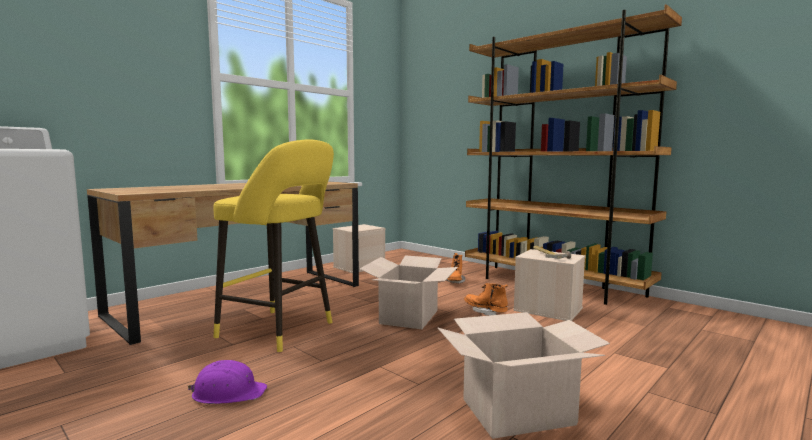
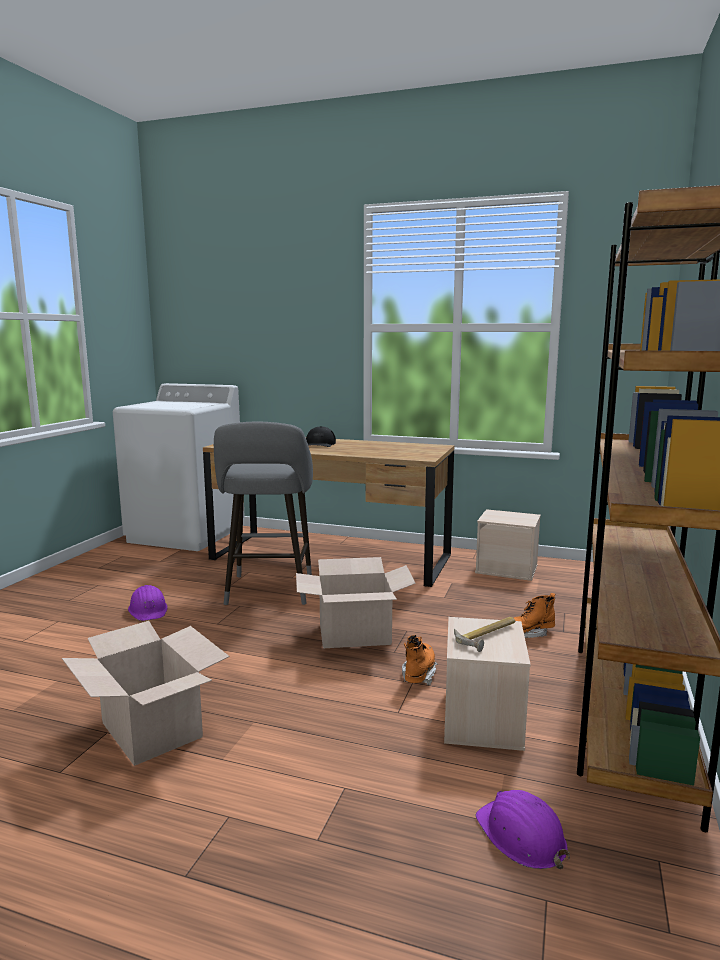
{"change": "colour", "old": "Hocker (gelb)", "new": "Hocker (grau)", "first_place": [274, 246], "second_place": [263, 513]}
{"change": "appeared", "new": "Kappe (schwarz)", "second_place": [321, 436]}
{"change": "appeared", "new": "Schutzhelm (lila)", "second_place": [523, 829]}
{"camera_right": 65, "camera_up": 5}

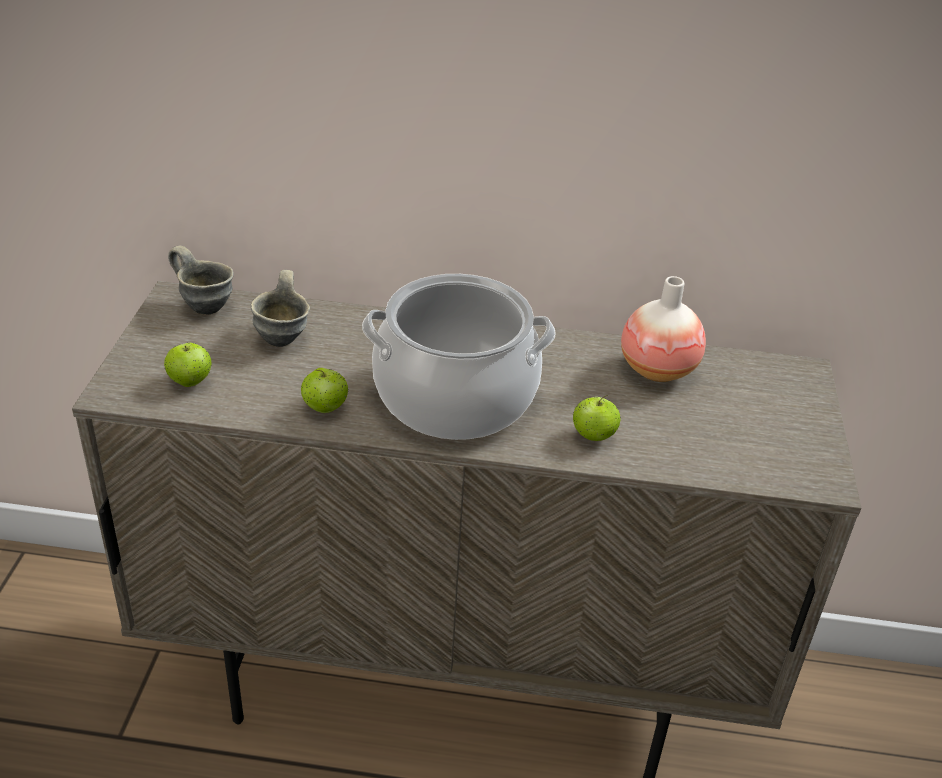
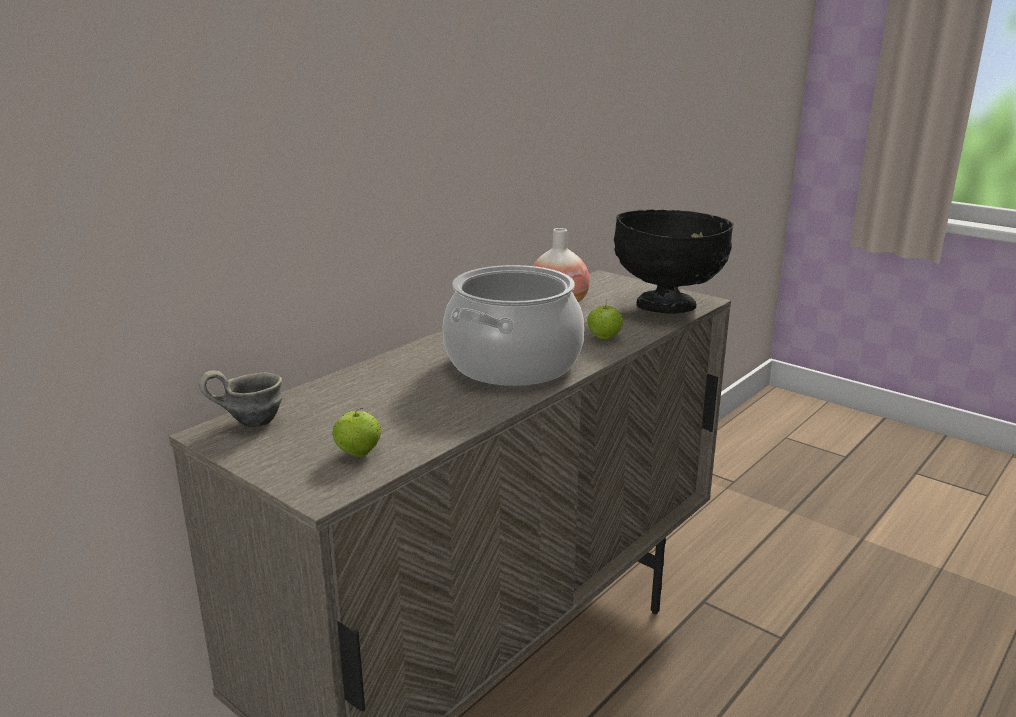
{"change": "missing", "old": "Henkelbecher (grau)", "first_place": [280, 308]}
{"change": "missing", "old": "Apfel", "first_place": [325, 390]}
{"change": "appeared", "new": "Schüssel (schwarz)", "second_place": [674, 262]}
{"camera_right": -55, "camera_up": -15}

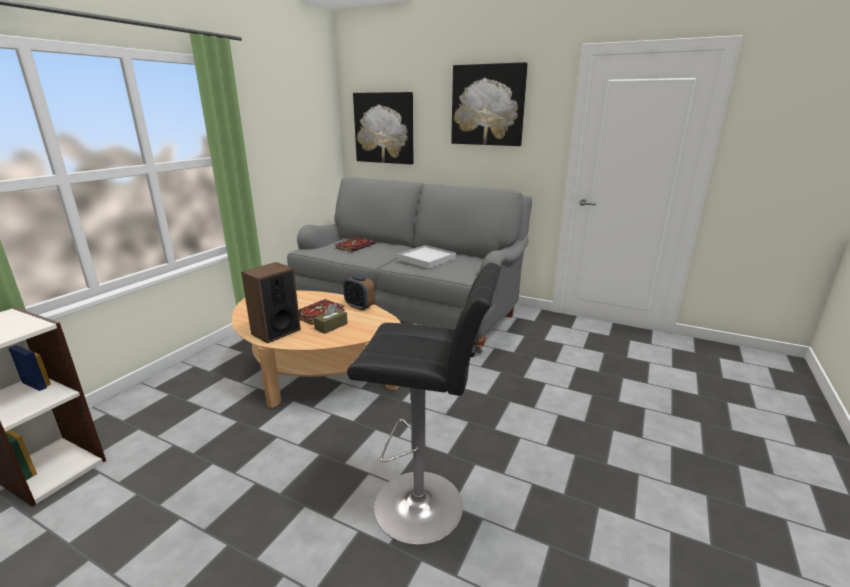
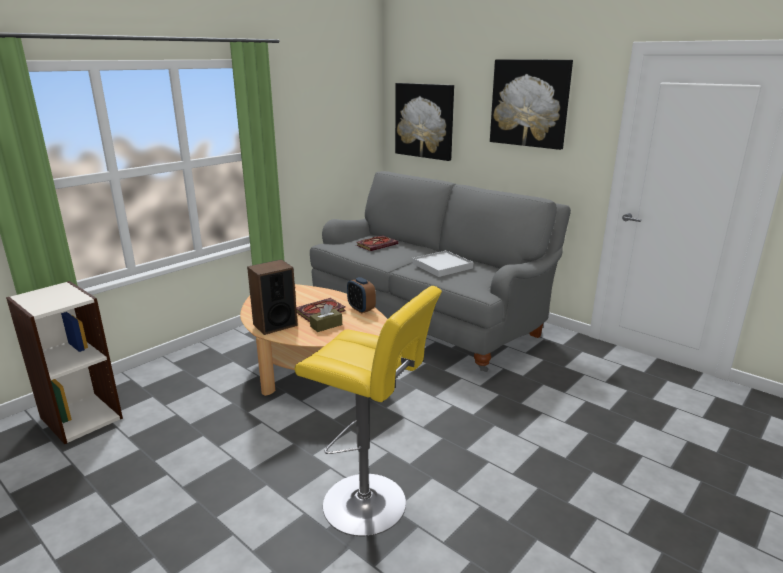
{"change": "colour", "old": "Hocker (schwarz)", "new": "Hocker (gelb)", "first_place": [424, 404], "second_place": [368, 411]}
{"camera_right": 15, "camera_up": 0}

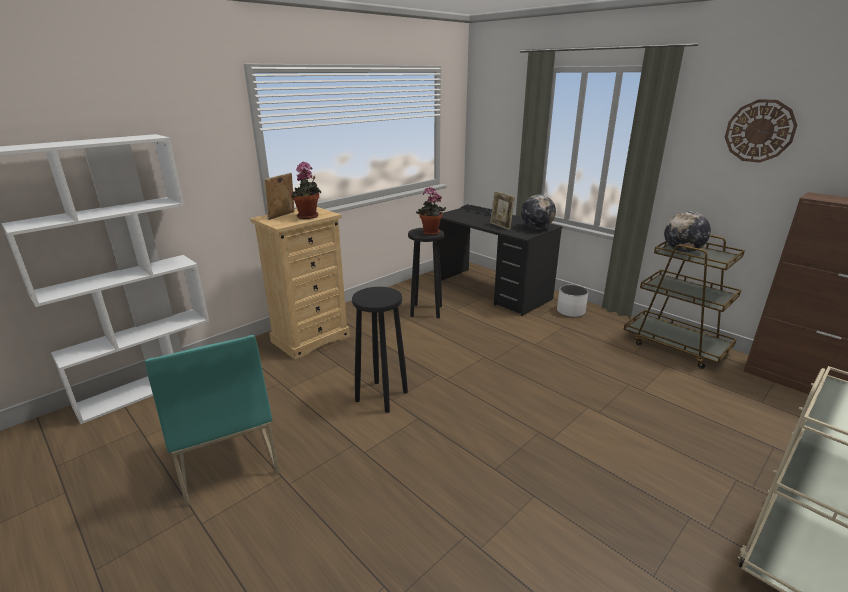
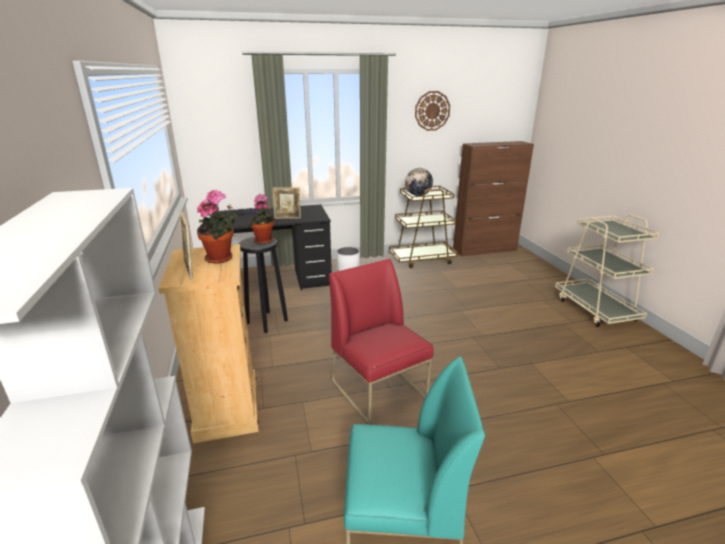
{"change": "missing", "old": "Globus", "first_place": [538, 212]}
{"change": "exchanged", "old": "Hocker (schwarz)", "new": "Stuhl (rot)", "first_place": [380, 350], "second_place": [381, 342]}
{"camera_right": -60, "camera_up": 0}

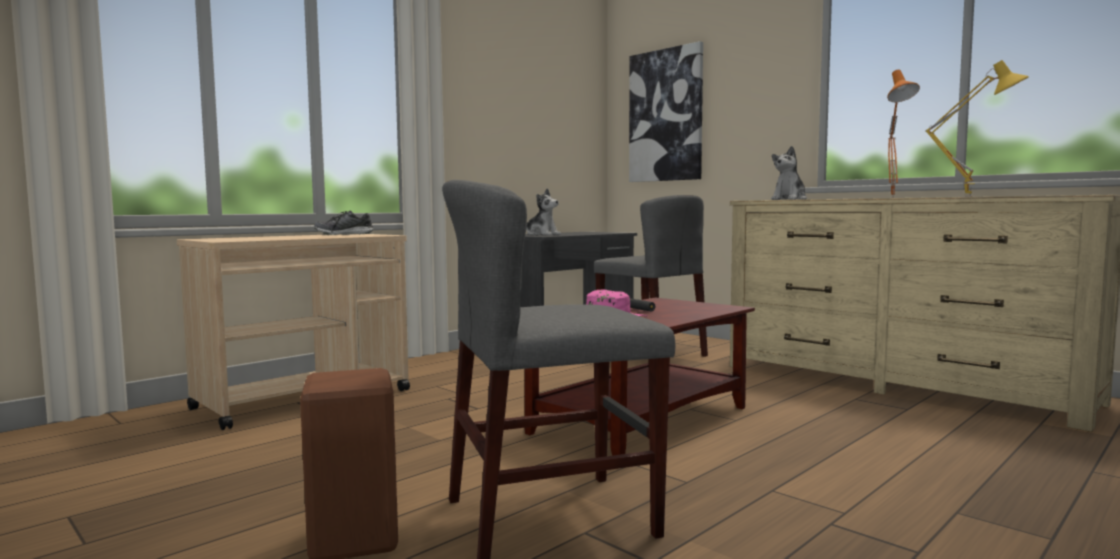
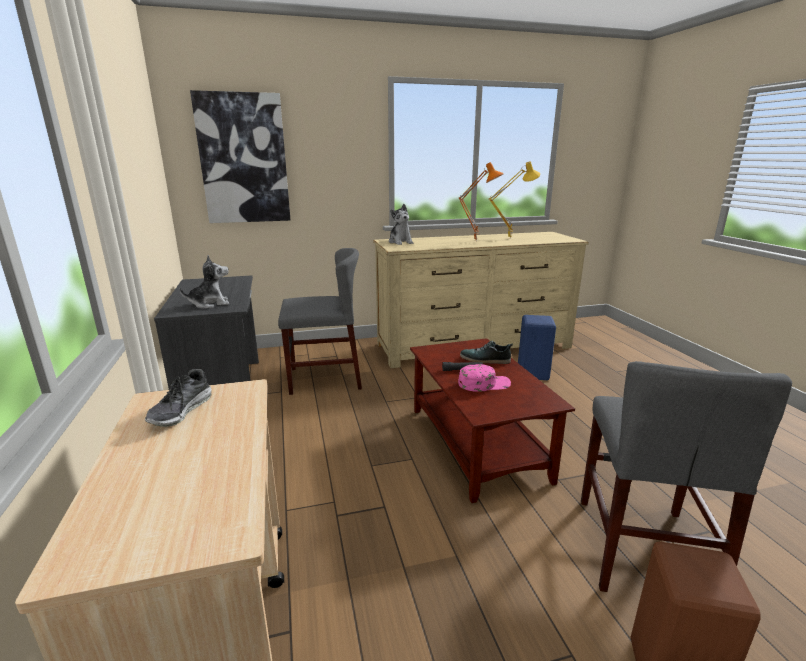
{"change": "appeared", "new": "Hocker (blau)", "second_place": [537, 347]}
{"change": "appeared", "new": "Schuh", "second_place": [486, 352]}
{"camera_right": -60, "camera_up": 15}

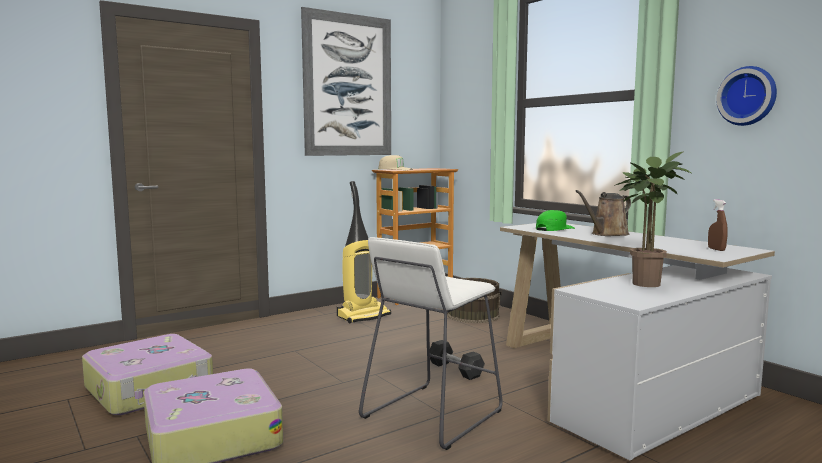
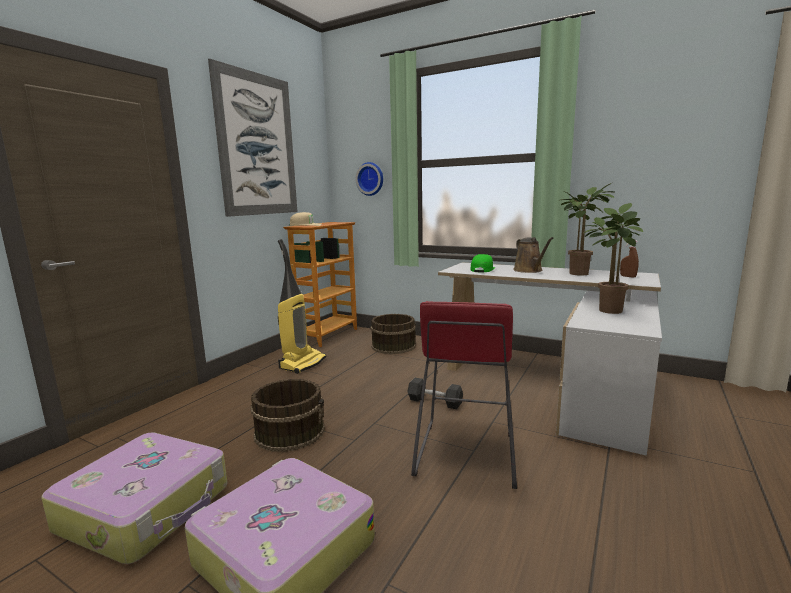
{"change": "relocated", "old": "Wanduhr", "first_place": [746, 96], "second_place": [369, 179]}
{"change": "spun", "old": "Gießkanne (braun)", "first_place": [603, 213], "second_place": [533, 255], "degrees": -45}
{"change": "colour", "old": "Hocker (weiß)", "new": "Hocker (rot)", "first_place": [431, 343], "second_place": [464, 395]}
{"change": "appeared", "new": "Topfpflanze", "second_place": [586, 229]}
{"change": "appeared", "new": "Eimer (braun)", "second_place": [287, 415]}
{"camera_right": -25, "camera_up": 5}

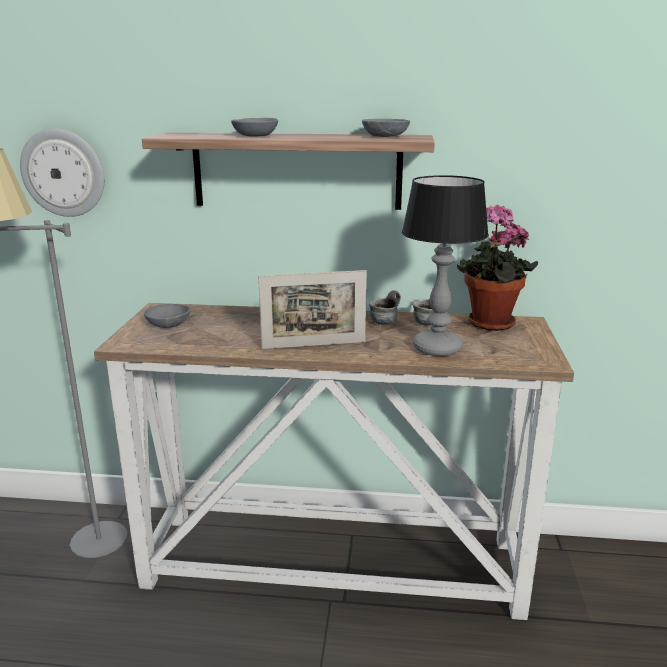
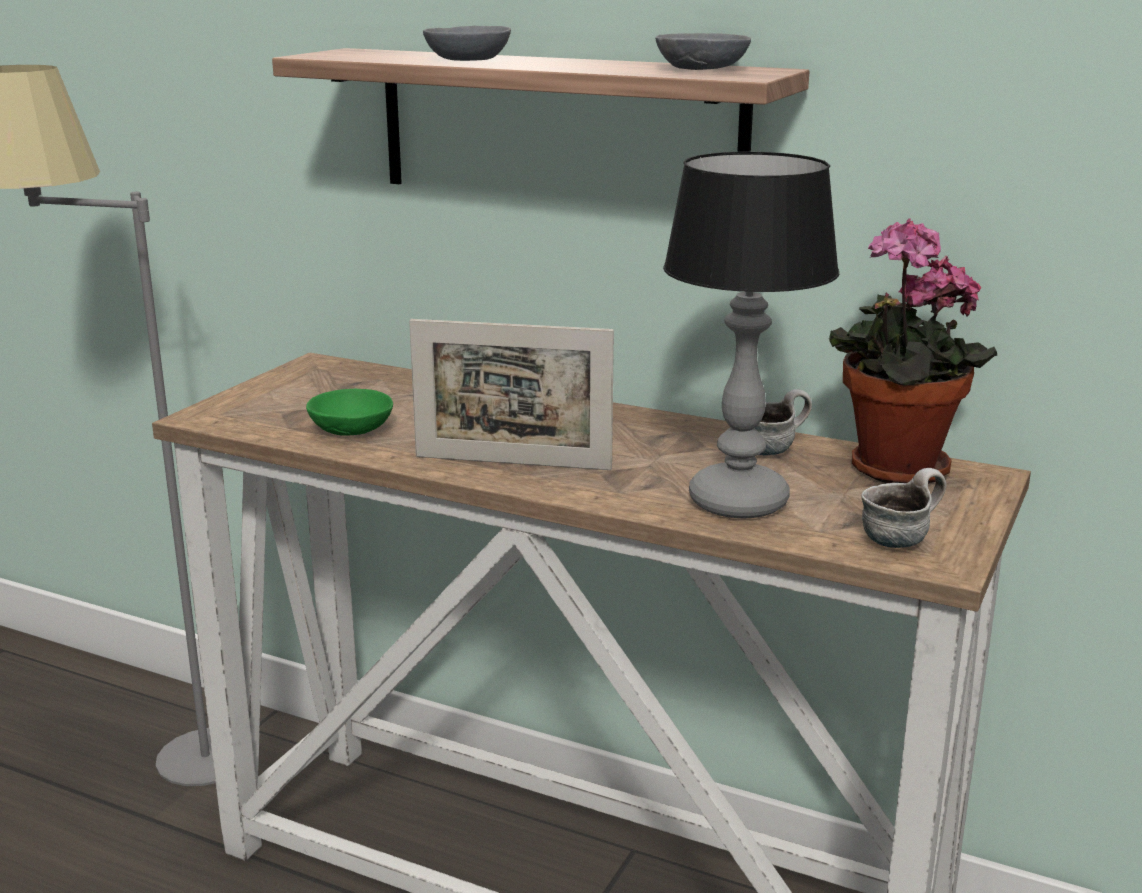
{"change": "missing", "old": "Wanduhr", "first_place": [62, 172]}
{"change": "relocated", "old": "Henkelbecher", "first_place": [385, 307], "second_place": [903, 508]}
{"change": "missing", "old": "Schüssel (grau)", "first_place": [167, 316]}
{"change": "appeared", "new": "Schüssel (grün)", "second_place": [349, 412]}
{"camera_right": 20, "camera_up": 0}

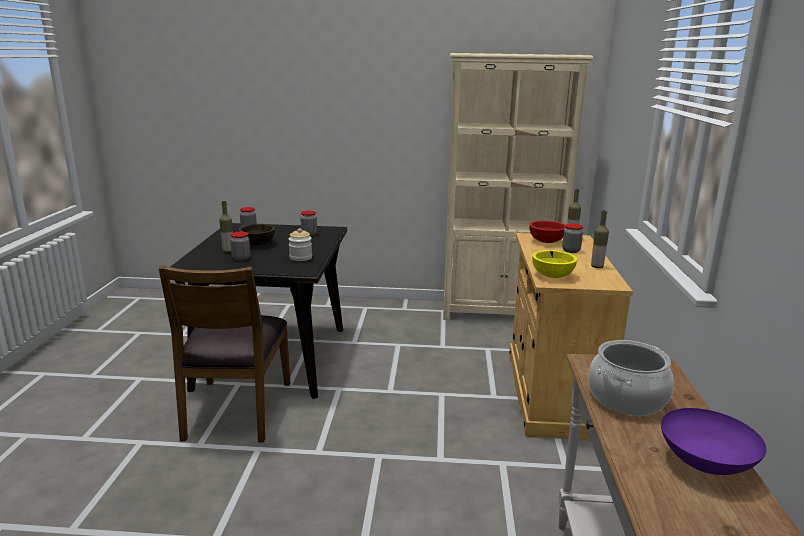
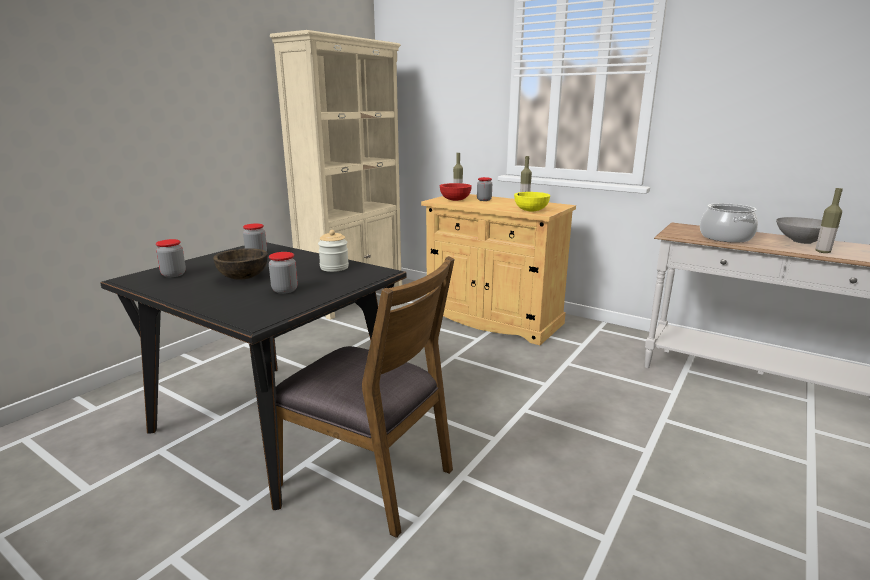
{"change": "relocated", "old": "Flasche", "first_place": [226, 226], "second_place": [829, 220]}
{"change": "colour", "old": "Schüssel (lila)", "new": "Schüssel (grau)", "first_place": [714, 441], "second_place": [807, 230]}
{"camera_right": -60, "camera_up": 0}

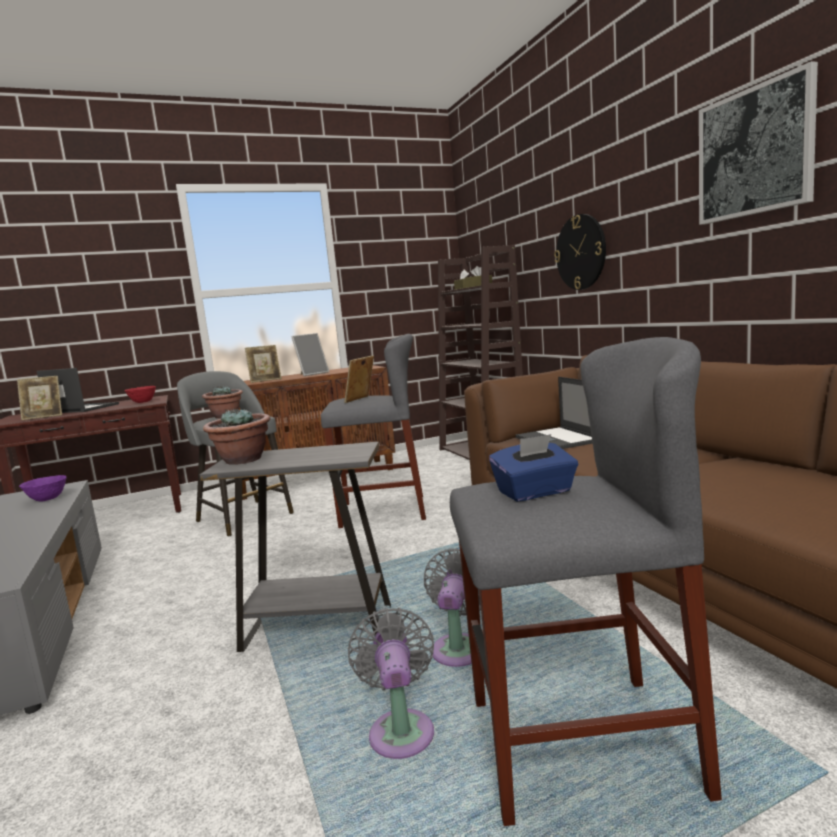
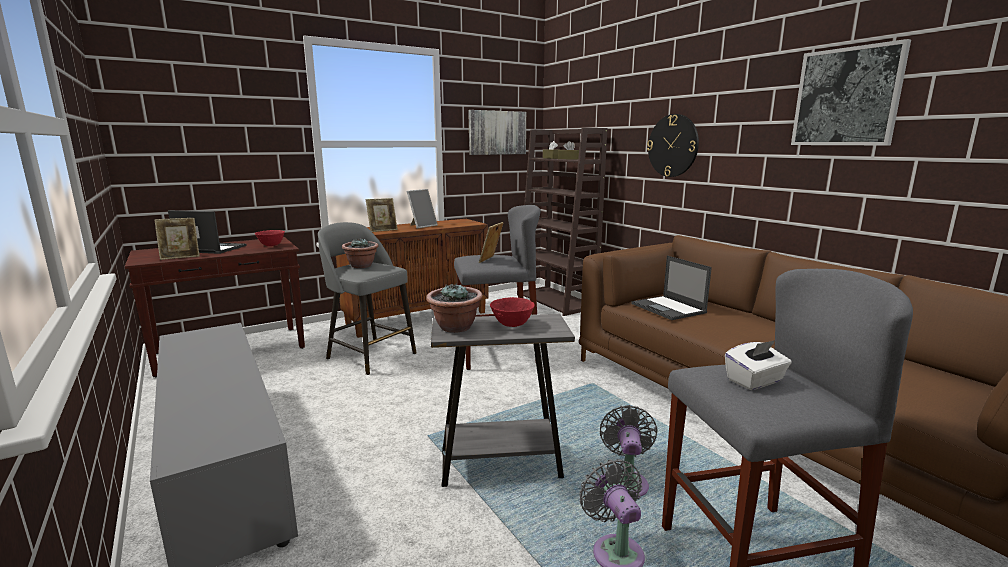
{"change": "colour", "old": "Taschentuchbox (blau)", "new": "Taschentuchbox (weiß)", "first_place": [533, 468], "second_place": [758, 365]}
{"change": "missing", "old": "Schüssel (lila)", "first_place": [42, 488]}
{"change": "appeared", "new": "Bild", "second_place": [497, 132]}
{"change": "appeared", "new": "Schüssel (rot)", "second_place": [512, 312]}
{"camera_right": -10, "camera_up": 5}

